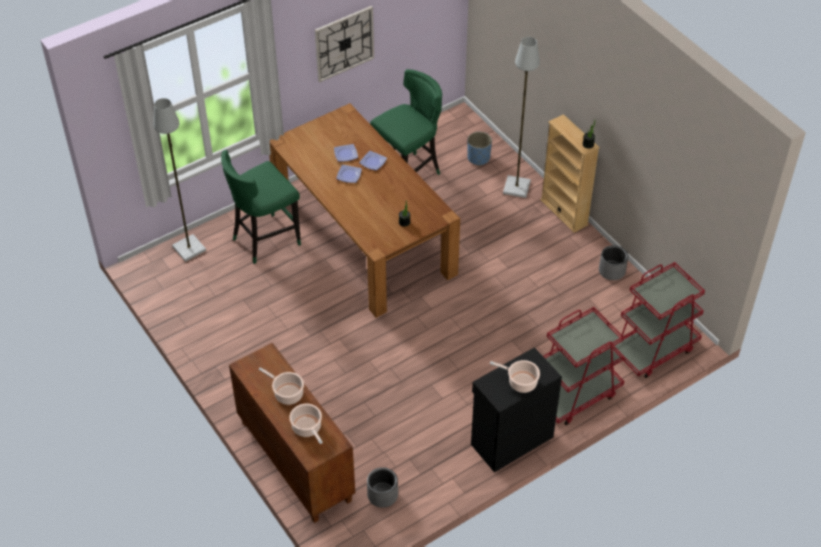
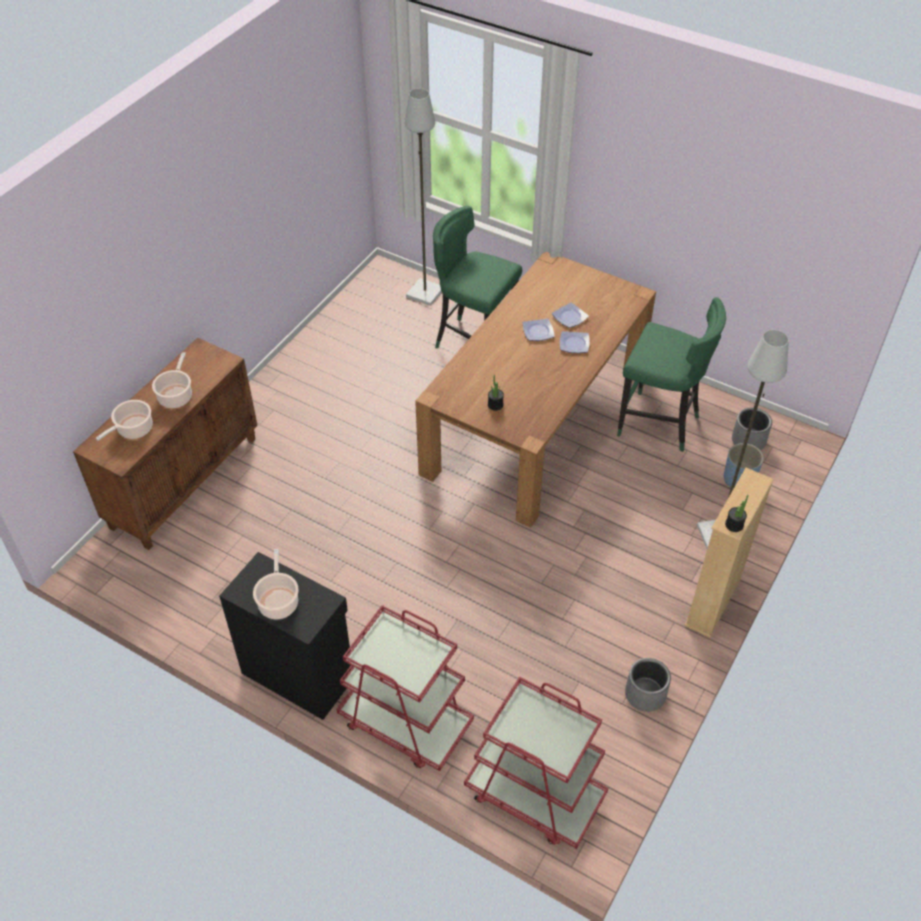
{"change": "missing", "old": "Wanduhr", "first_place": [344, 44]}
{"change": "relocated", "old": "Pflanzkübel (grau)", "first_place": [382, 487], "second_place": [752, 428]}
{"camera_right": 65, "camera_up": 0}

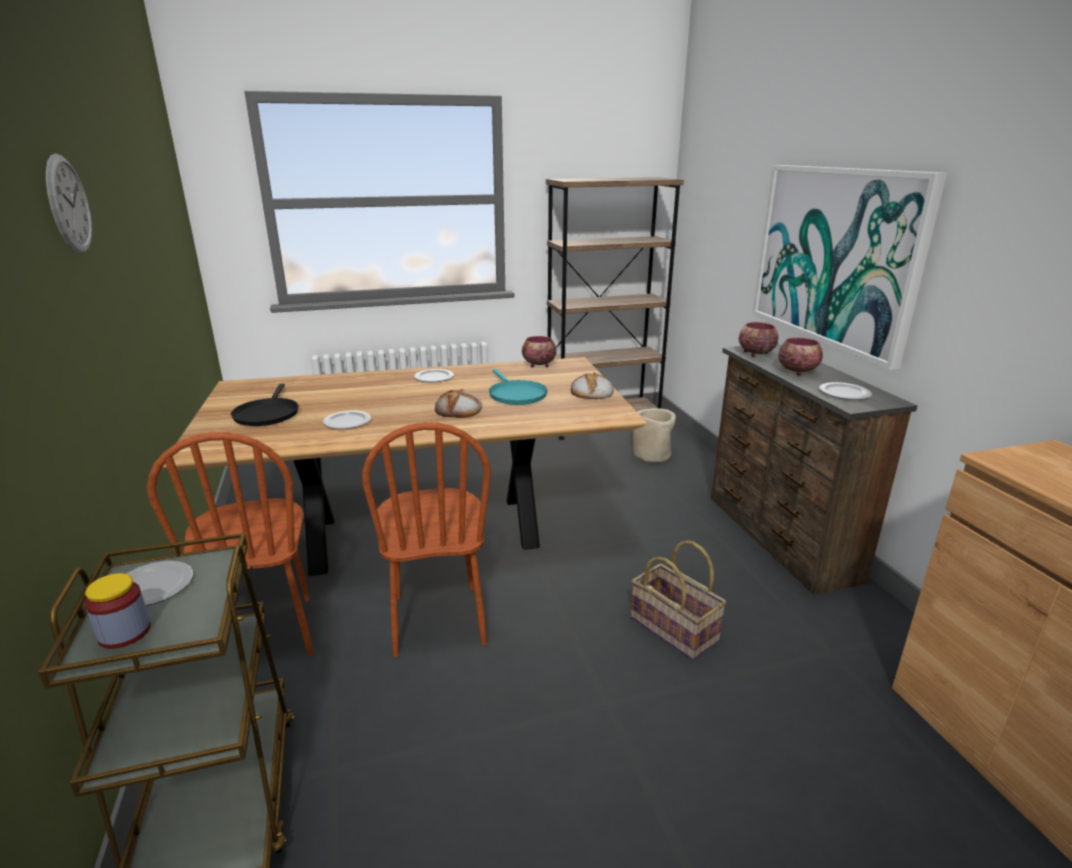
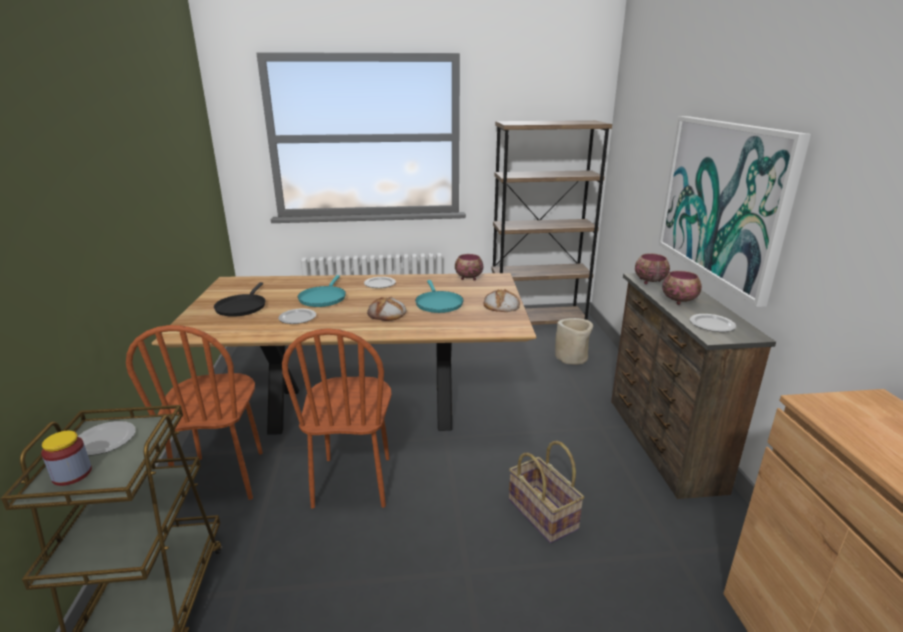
{"change": "missing", "old": "Wanduhr", "first_place": [69, 204]}
{"change": "appeared", "new": "Pfanne (türkis)", "second_place": [322, 291]}
{"camera_right": 10, "camera_up": 0}

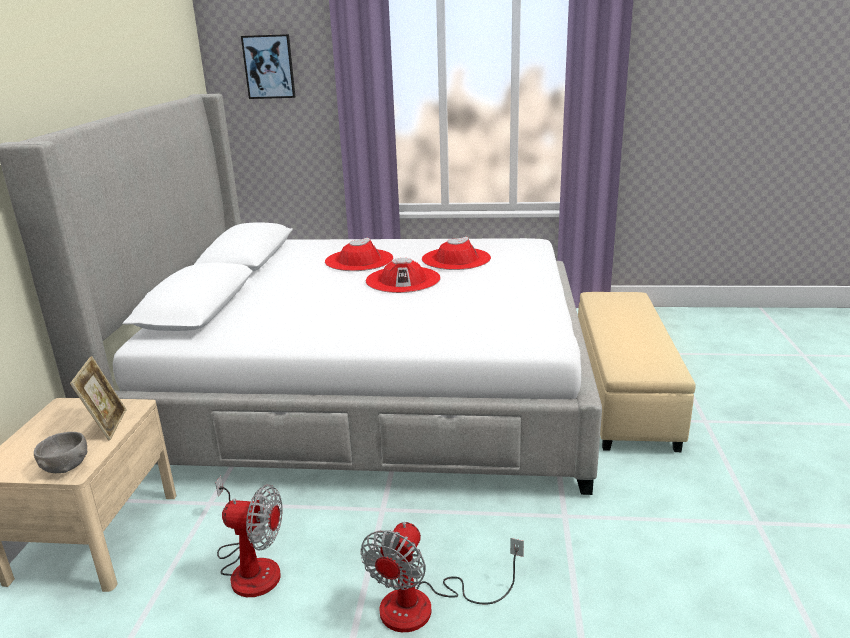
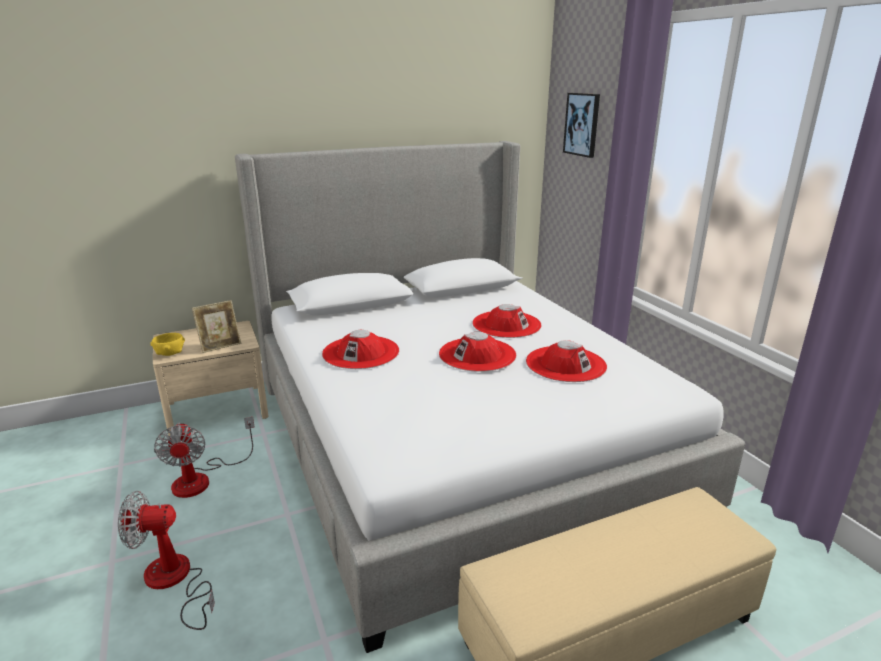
{"change": "colour", "old": "Schüssel (grau)", "new": "Schüssel (gelb)", "first_place": [61, 452], "second_place": [167, 344]}
{"change": "appeared", "new": "Hut (rot)", "second_place": [360, 349]}
{"camera_right": 60, "camera_up": 0}

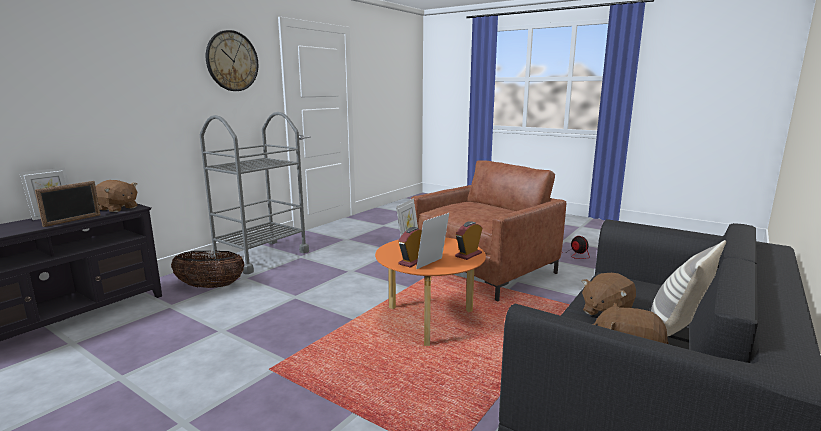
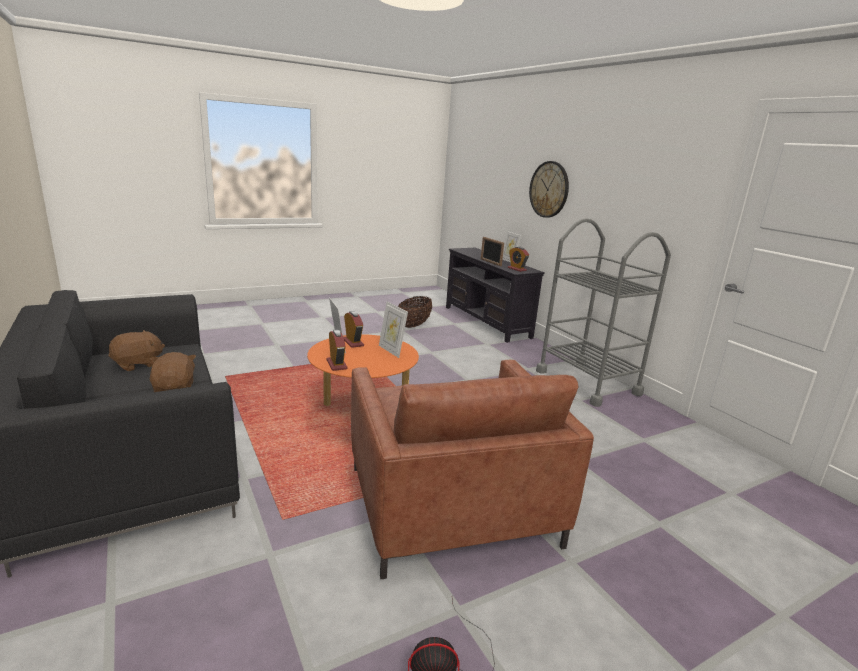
{"change": "relocated", "old": "Wanduhr", "first_place": [232, 60], "second_place": [549, 189]}
{"change": "exchanged", "old": "Plüschtier (braun)", "new": "Wecker", "first_place": [116, 196], "second_place": [518, 259]}
{"change": "missing", "old": "Kissen", "first_place": [688, 288]}
{"change": "relocated", "old": "Korb", "first_place": [207, 269], "second_place": [415, 312]}
{"camera_right": 115, "camera_up": 5}

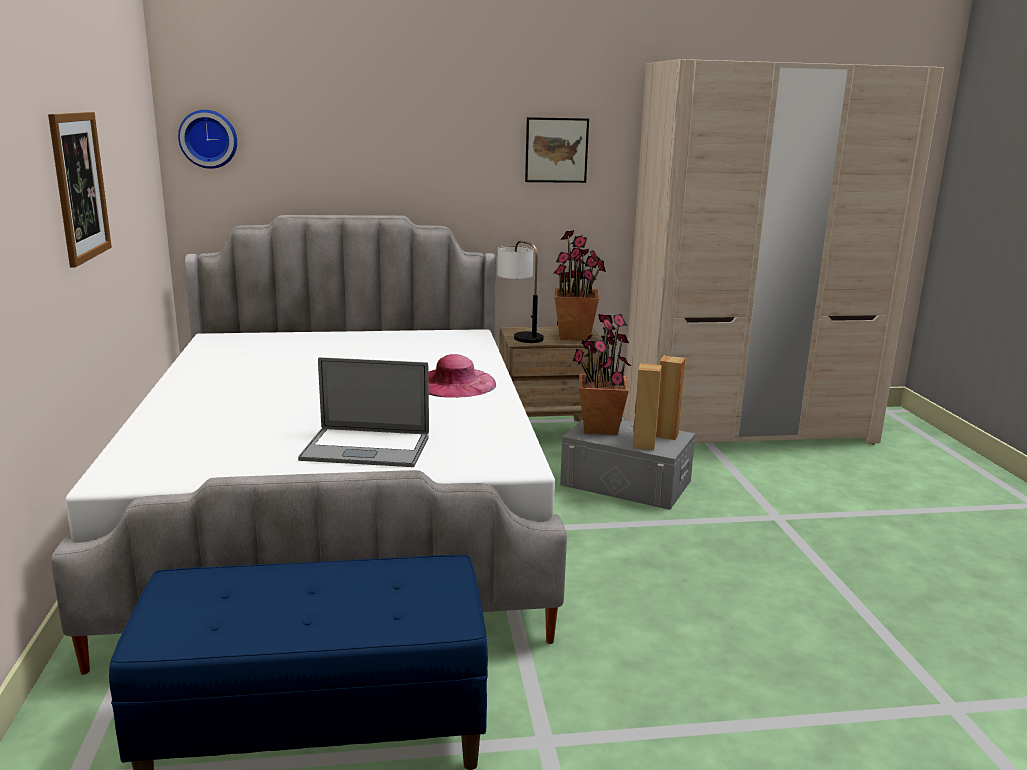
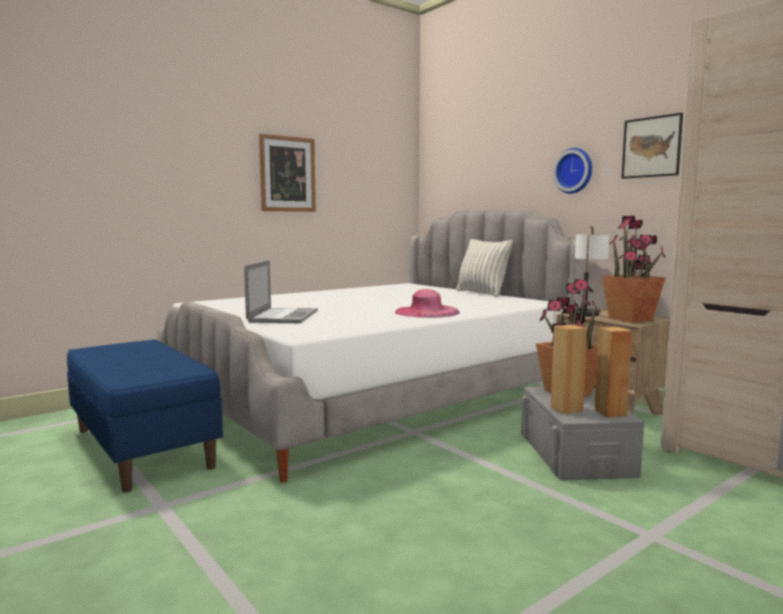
{"change": "relocated", "old": "Wanduhr", "first_place": [207, 139], "second_place": [572, 171]}
{"change": "spun", "old": "Laptop", "first_place": [363, 412], "second_place": [281, 291], "degrees": -150}
{"change": "appeared", "new": "Kissen", "second_place": [484, 268]}
{"camera_right": 60, "camera_up": -10}

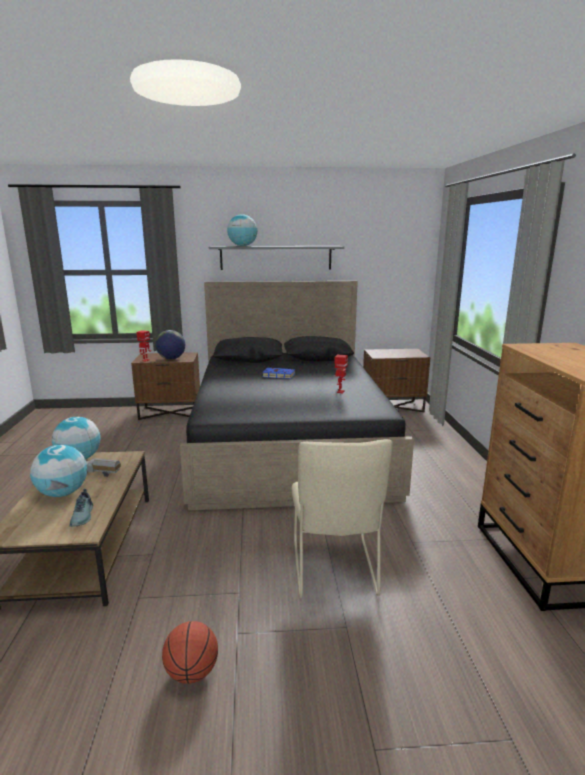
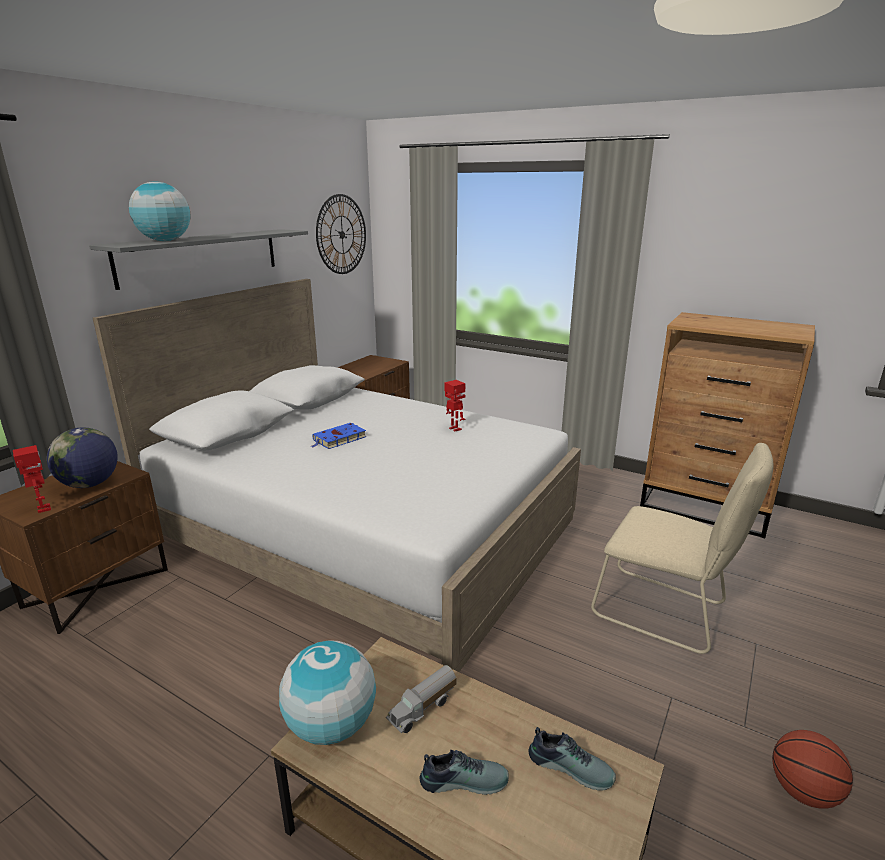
{"change": "colour", "old": "Bett (schwarz)", "new": "Bett (weiß)", "first_place": [297, 396], "second_place": [337, 475]}
{"change": "exchanged", "old": "Globus", "new": "Schuh", "first_place": [58, 471], "second_place": [464, 772]}
{"change": "appeared", "new": "Wanduhr", "second_place": [341, 234]}
{"camera_right": -55, "camera_up": 5}

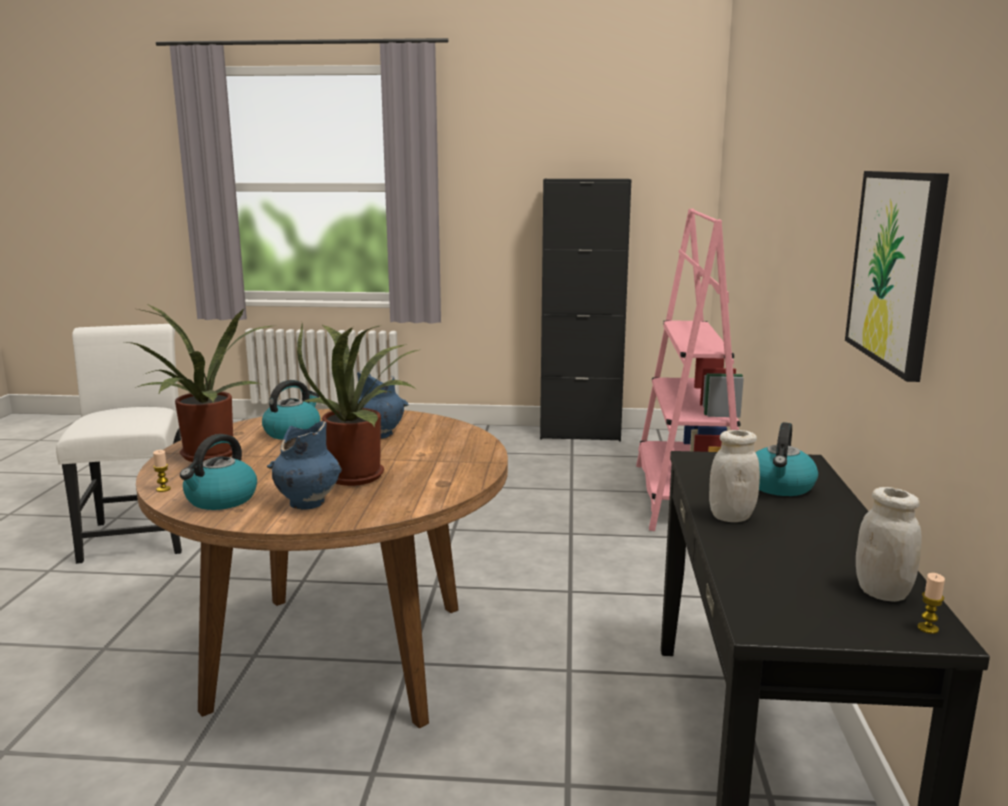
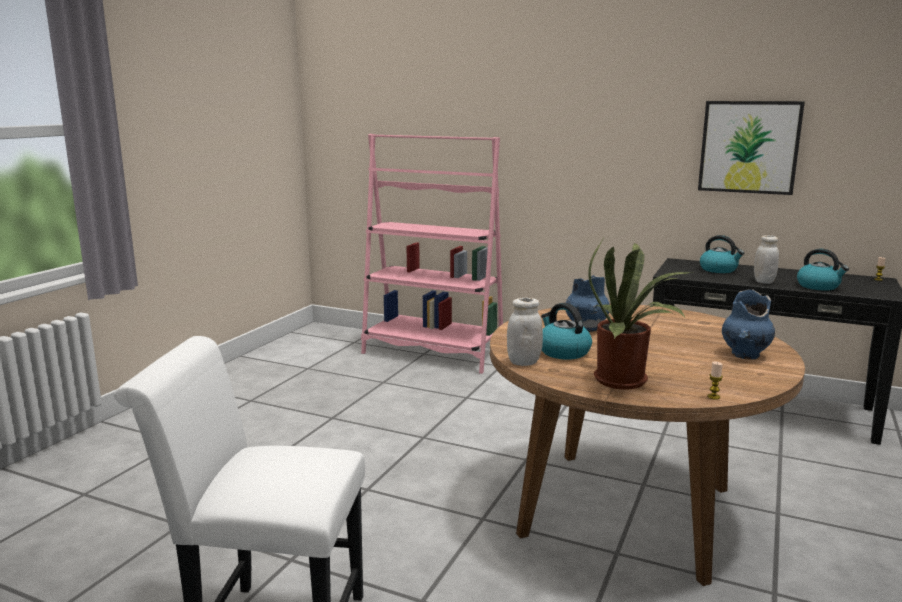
{"change": "missing", "old": "Schrank (schwarz)", "first_place": [585, 310]}
{"change": "missing", "old": "Topfpflanze", "first_place": [357, 404]}
{"change": "relocated", "old": "Wasserkessel", "first_place": [218, 472], "second_place": [823, 270]}
{"change": "relocated", "old": "Vorratsglas (weiß)", "first_place": [889, 544], "second_place": [525, 332]}
{"camera_right": -70, "camera_up": 0}

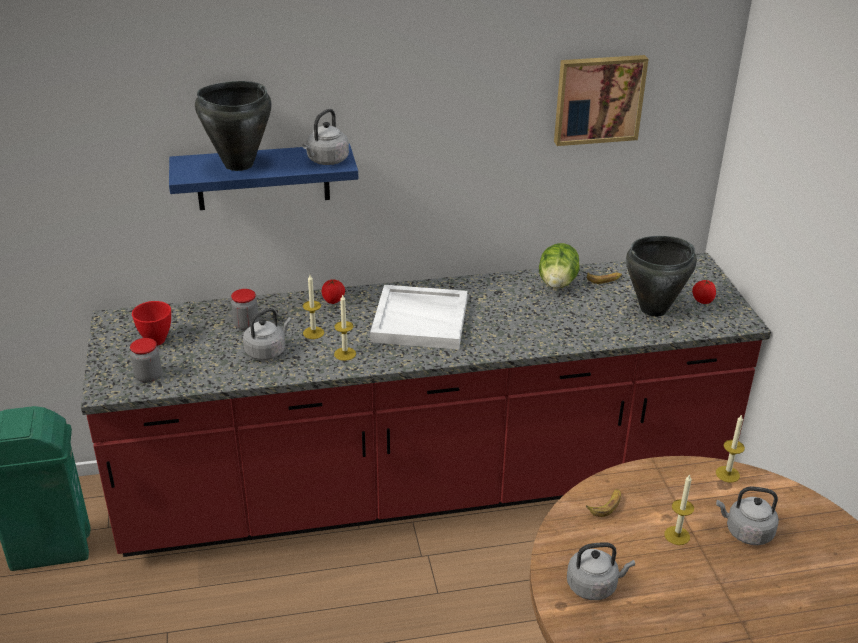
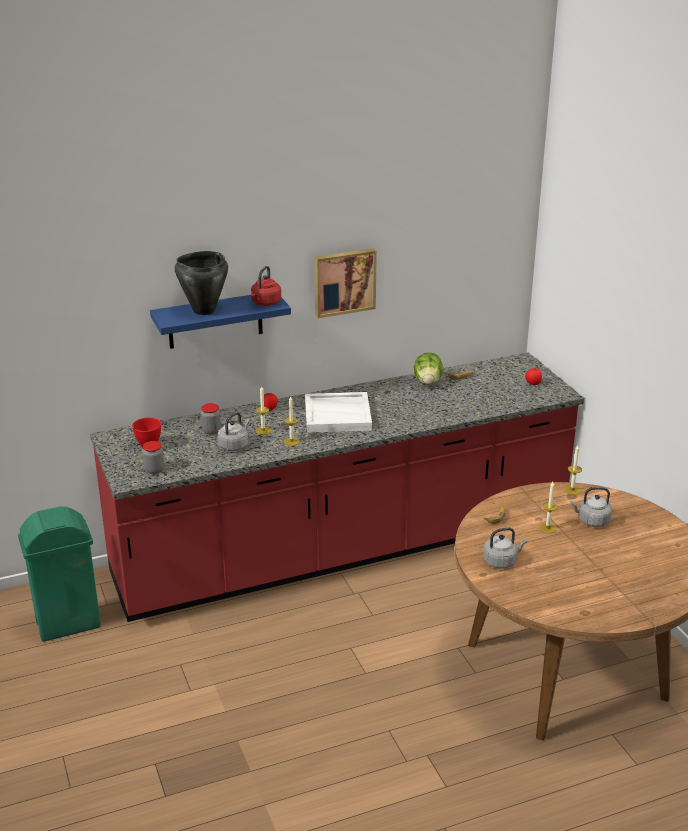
{"change": "relocated", "old": "Bild", "first_place": [601, 100], "second_place": [346, 283]}
{"change": "colour", "old": "Wasserkessel (grau)", "new": "Wasserkessel (rot)", "first_place": [325, 137], "second_place": [266, 286]}
{"change": "missing", "old": "Kochtopf (schwarz)", "first_place": [661, 276]}
{"camera_right": -10, "camera_up": -5}

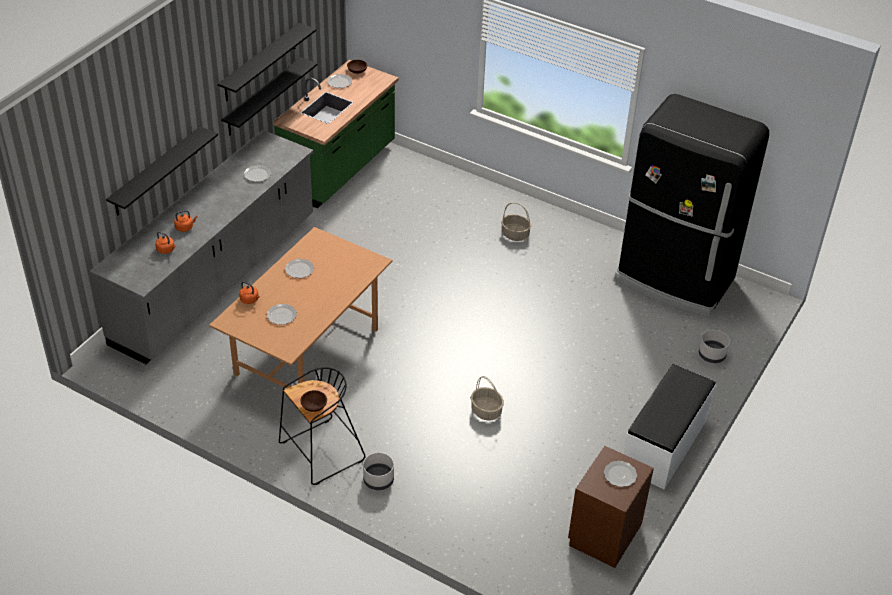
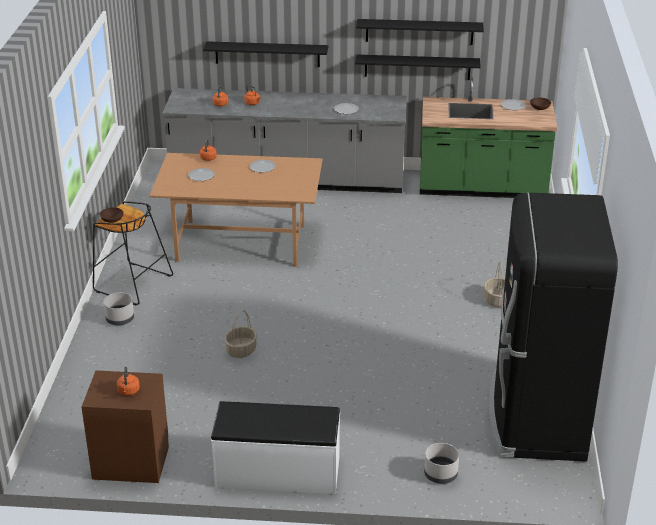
{"change": "exchanged", "old": "Teller", "new": "Wasserkessel (orange)", "first_place": [620, 474], "second_place": [128, 381]}
{"camera_right": 65, "camera_up": -10}

